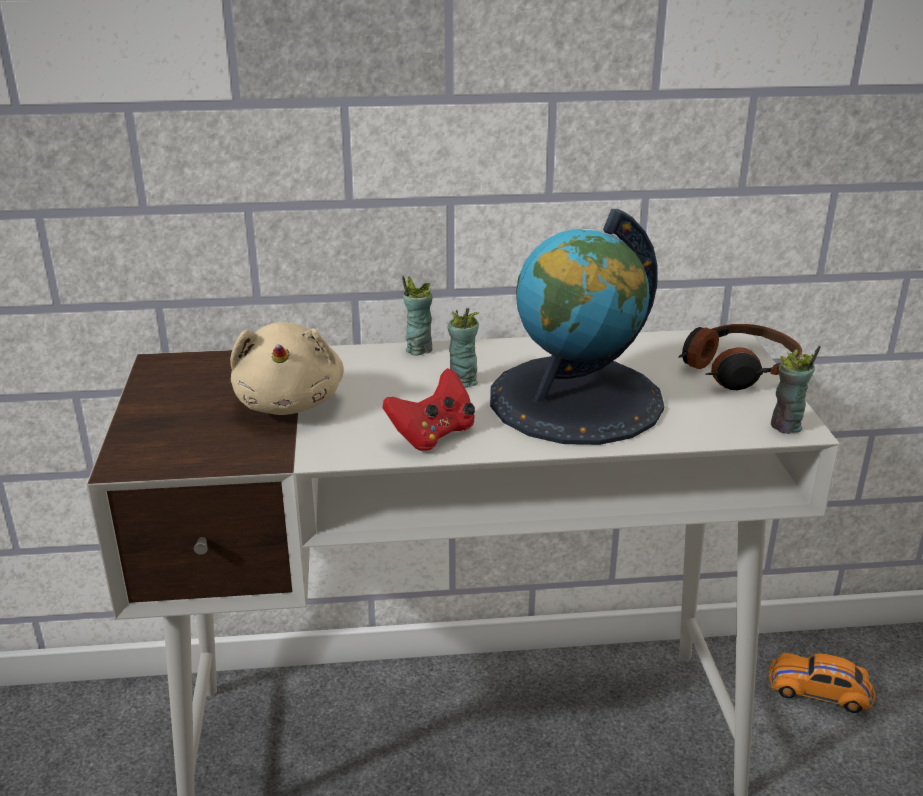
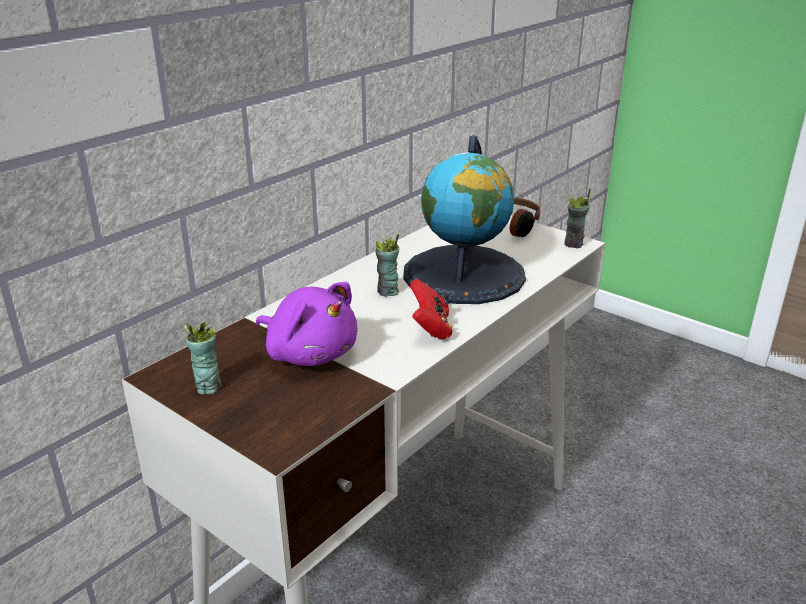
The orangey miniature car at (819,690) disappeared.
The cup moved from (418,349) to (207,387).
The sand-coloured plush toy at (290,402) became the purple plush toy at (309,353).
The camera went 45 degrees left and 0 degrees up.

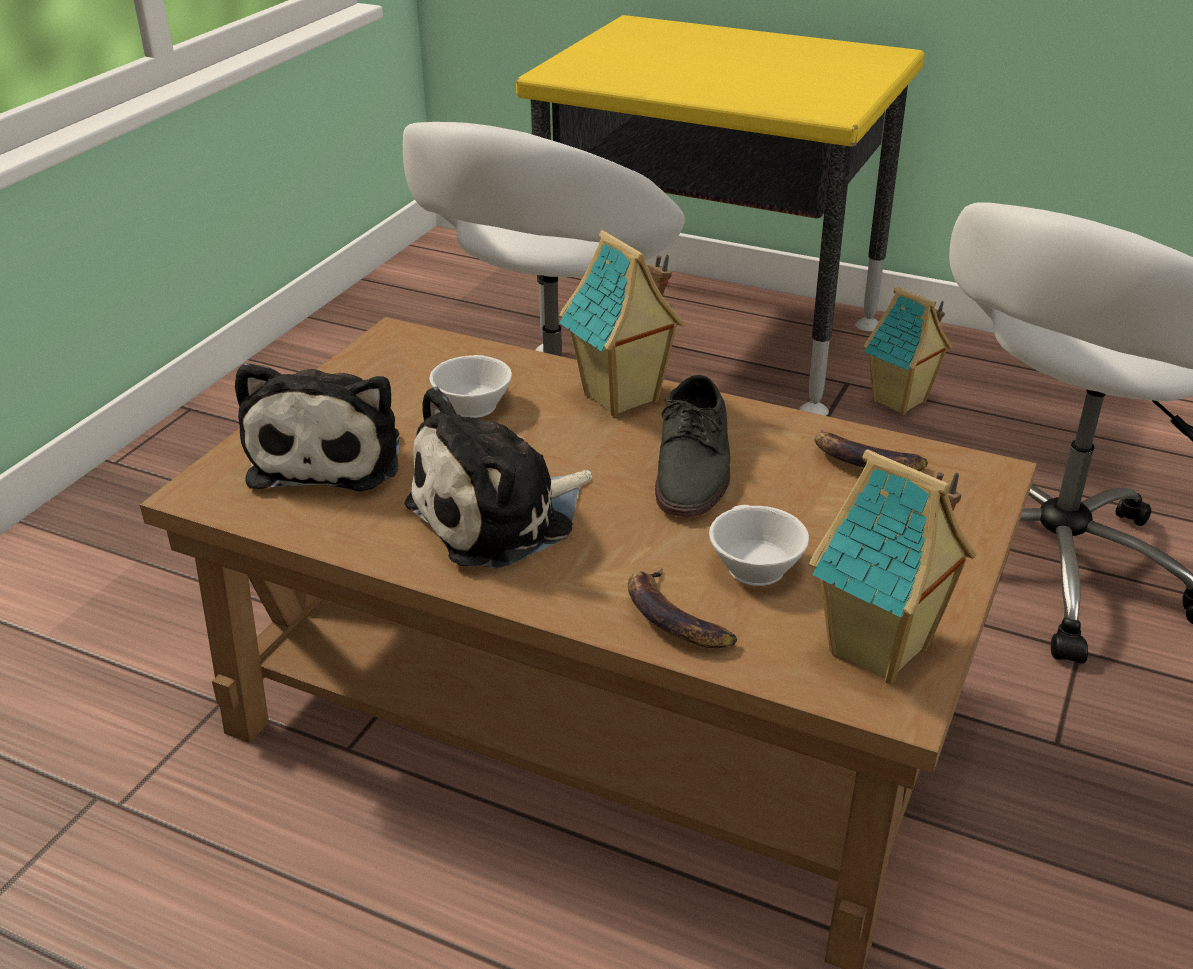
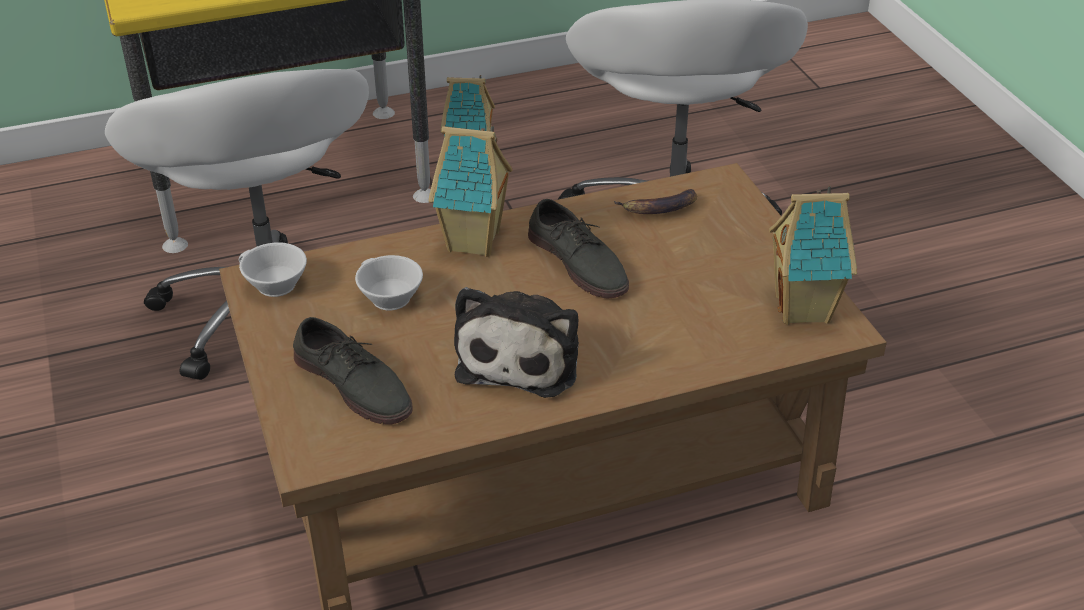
The whole banana at (673,618) disappeared.
The whitish cup moved from (751,566) to (273,285).
The plush toy at (330,455) was replaced by the greyish shoe at (354,383).
The camera went 45 degrees left and 5 degrees up.

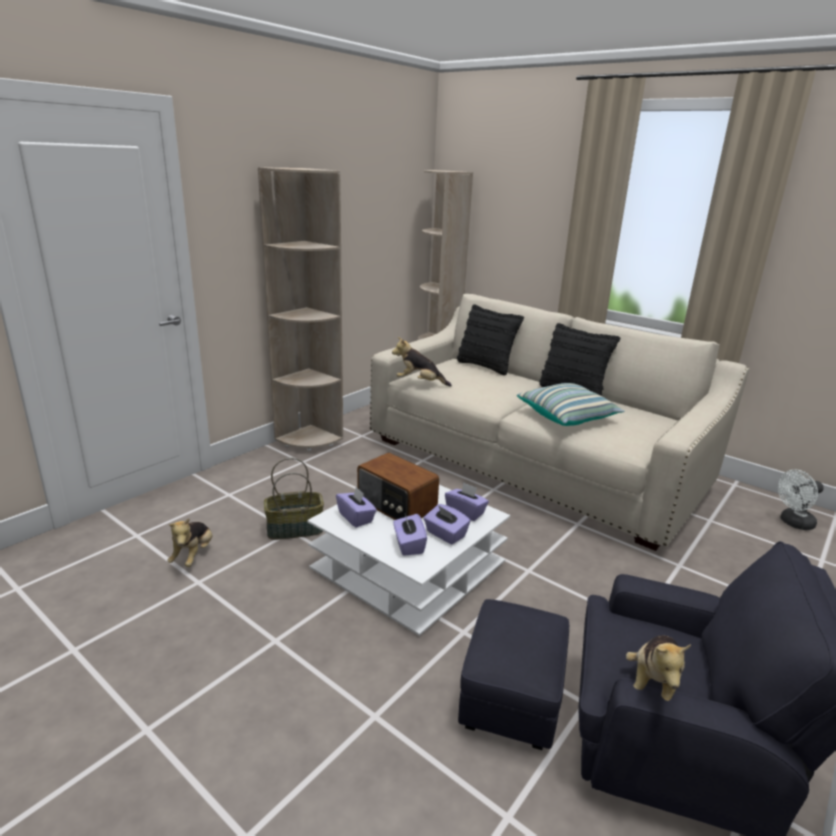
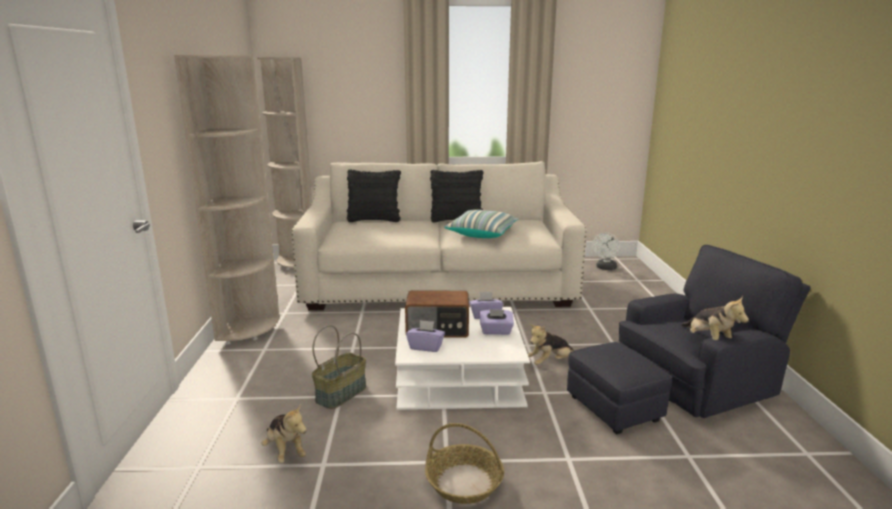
The purple tissue box at (408,545) disappeared.
The storage basket at (463,482) appeared.
The plush toy moved from (419,383) to (550,362).
The camera went 40 degrees left and 5 degrees down.

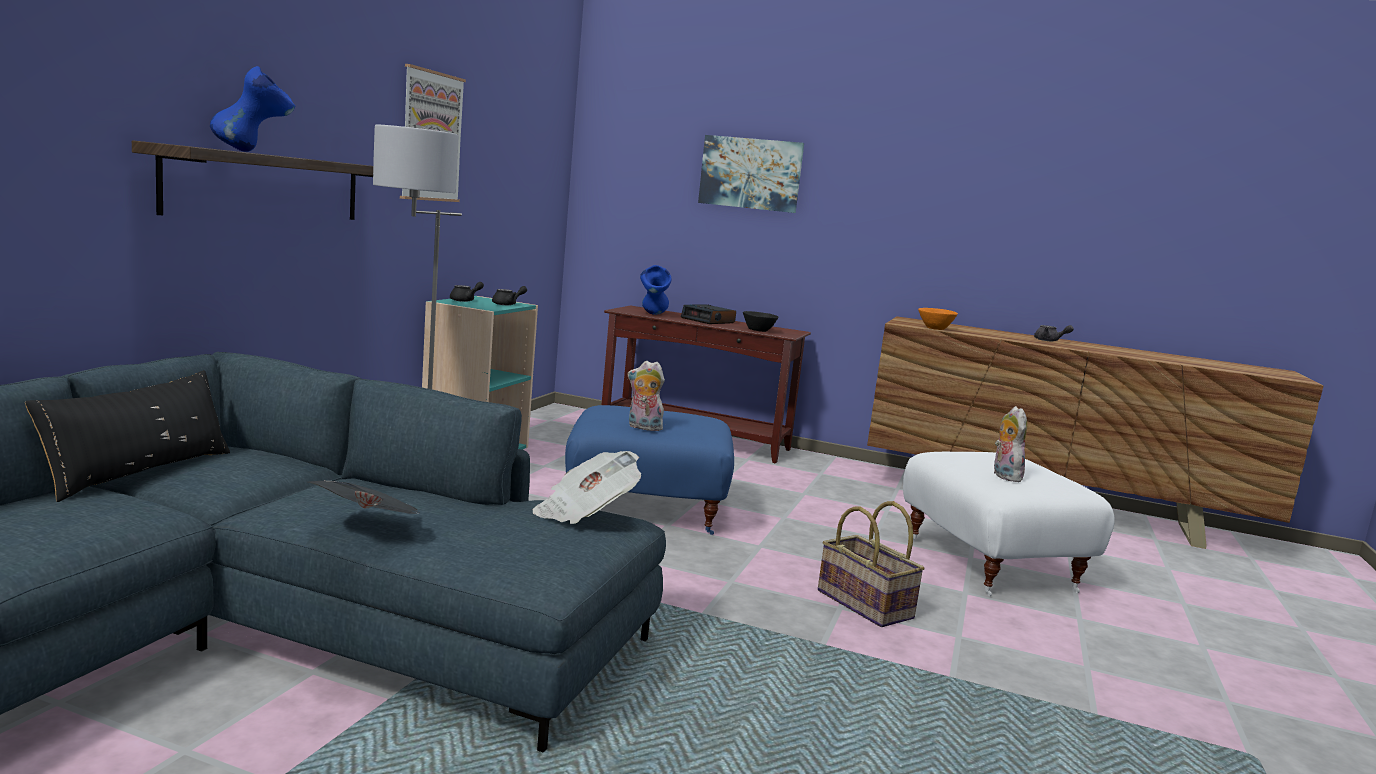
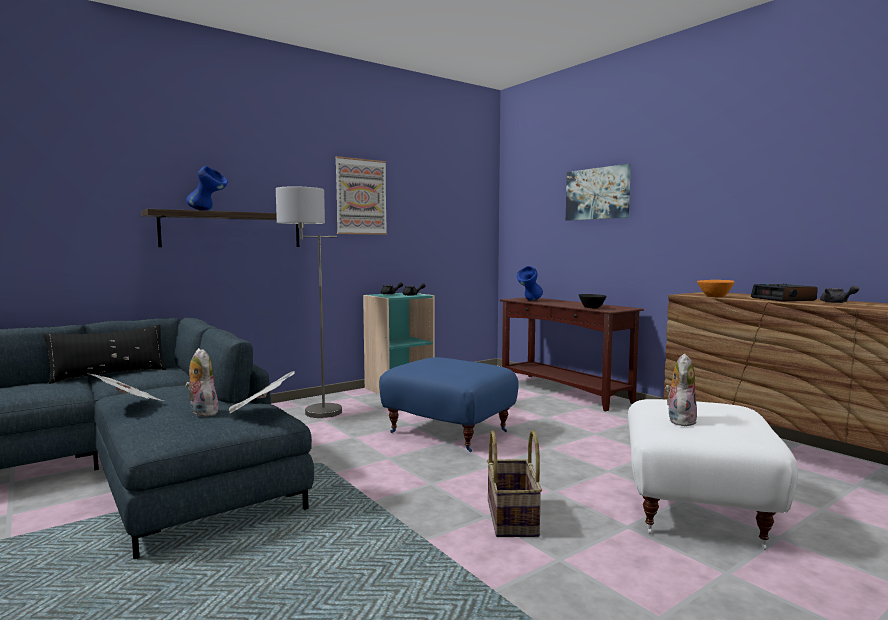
The plush toy moved from (643,428) to (201,412).
The bedside clock moved from (708,320) to (783,299).
The camera went 35 degrees right and 5 degrees down.

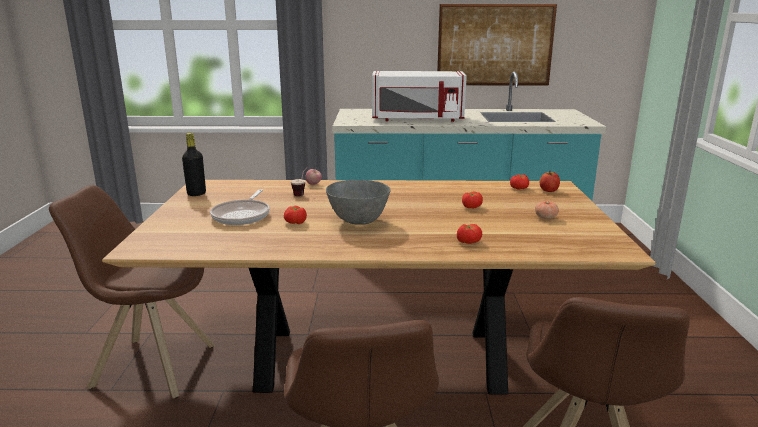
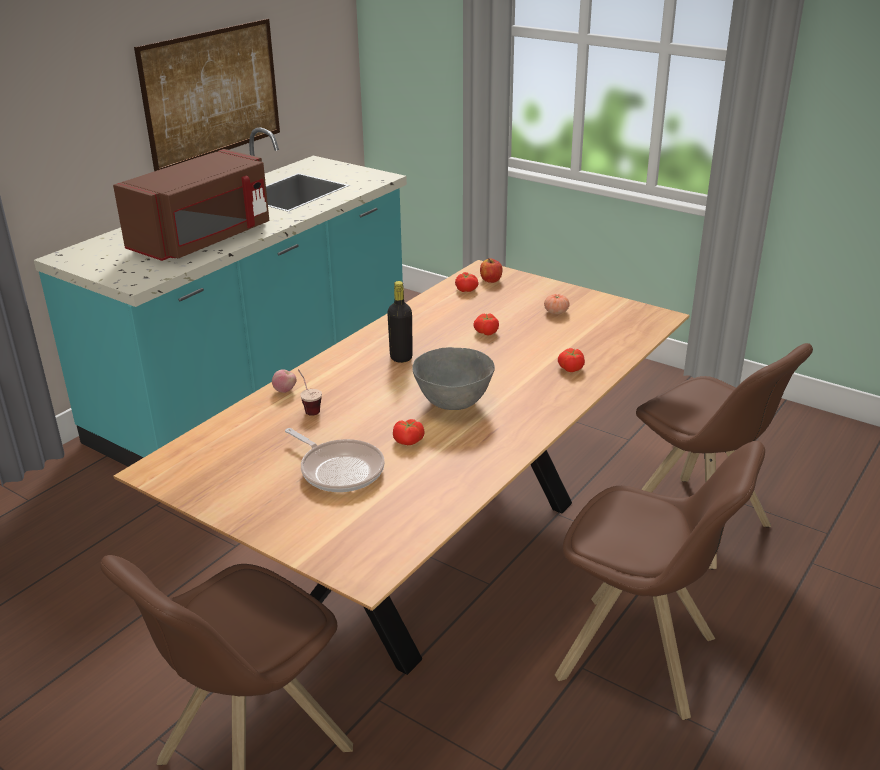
The black-coloured bottle moved from (196,194) to (401,357).
The whitish microwave oven at (417,119) became the brown-coloured microwave oven at (204,239).
The camera went 55 degrees left and 10 degrees up.

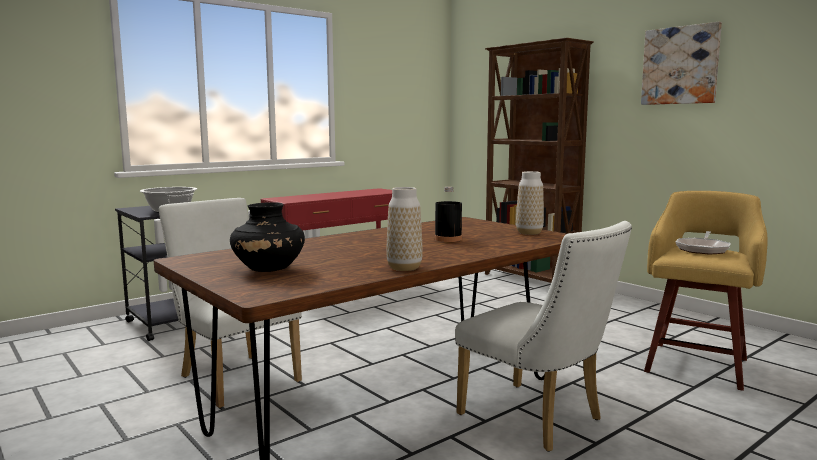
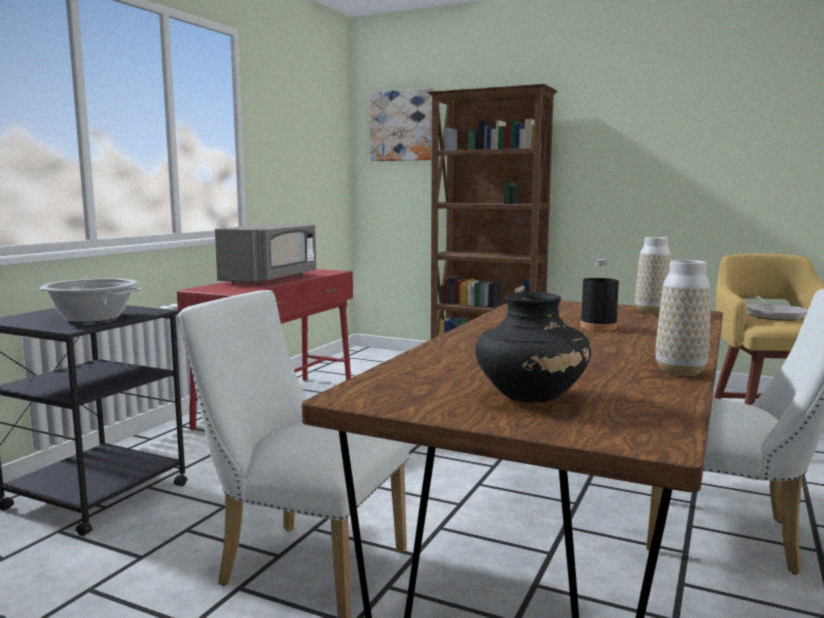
The greyish microwave oven at (271,279) appeared.
The wall art moved from (680,65) to (402,126).
The camera went 25 degrees left and 0 degrees up.

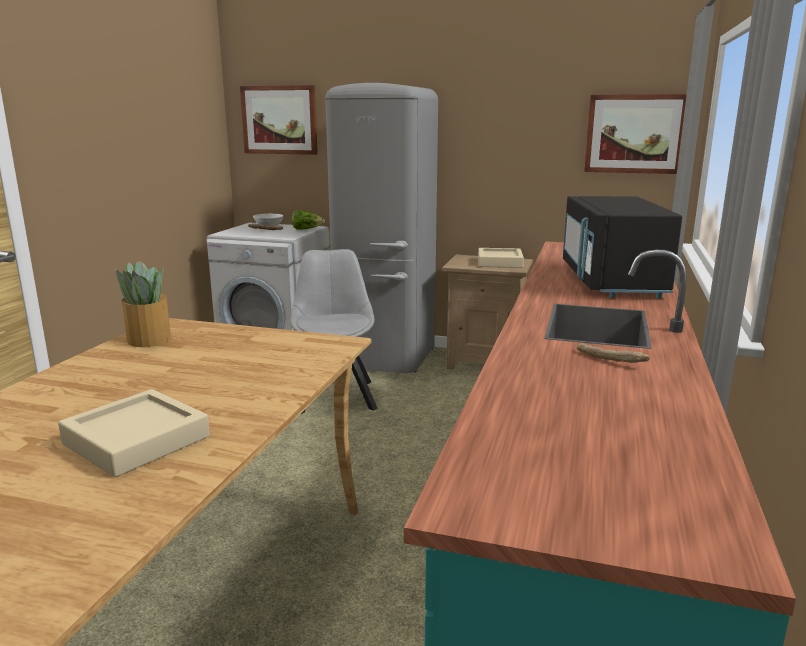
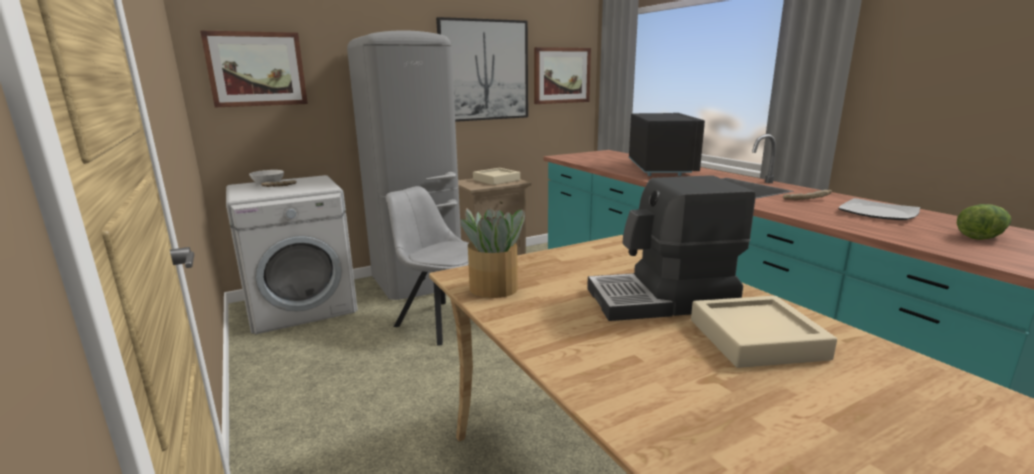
The wall art at (484,70) appeared.
The coffee maker at (662,300) appeared.
The plate at (878,213) appeared.
The head of lettuce moved from (307,229) to (980,235).
The black-coloured microwave oven at (611,281) turned 135 degrees counterclockwise.
The camera went 45 degrees left and 0 degrees up.

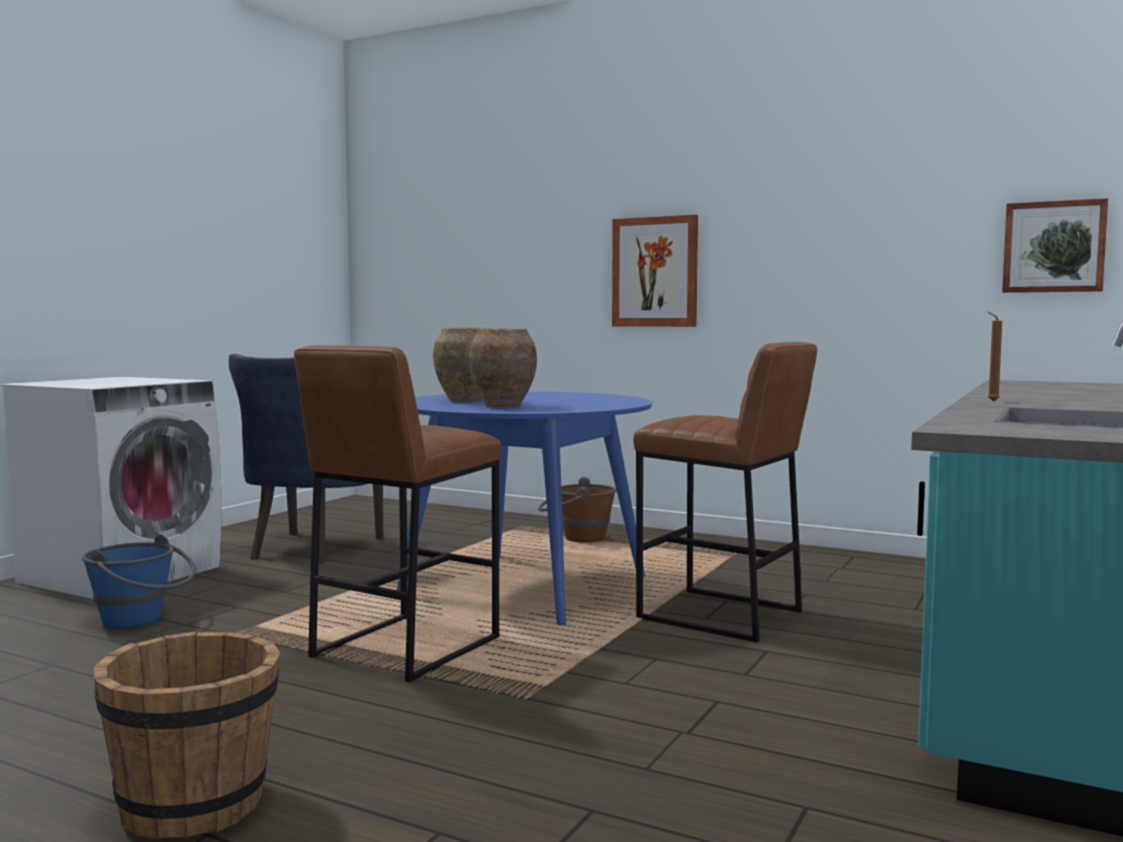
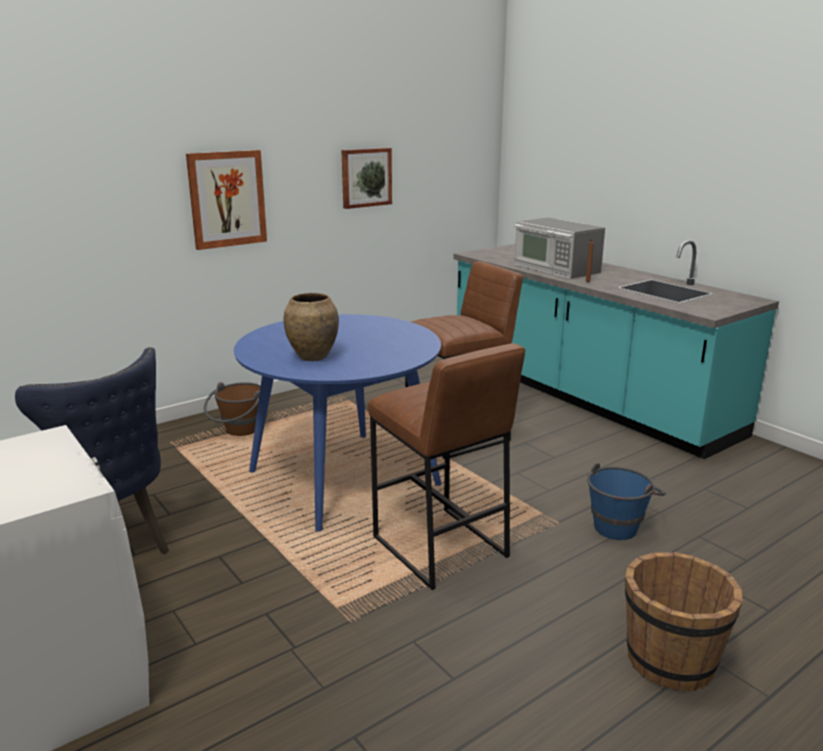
The brown-coloured decorative vase at (502,406) disappeared.
The microwave oven at (555,269) appeared.
The bluish water bucket moved from (142,621) to (620,524).
The wall art moved from (1054,247) to (366,177).
The camera went 65 degrees left and 15 degrees up.

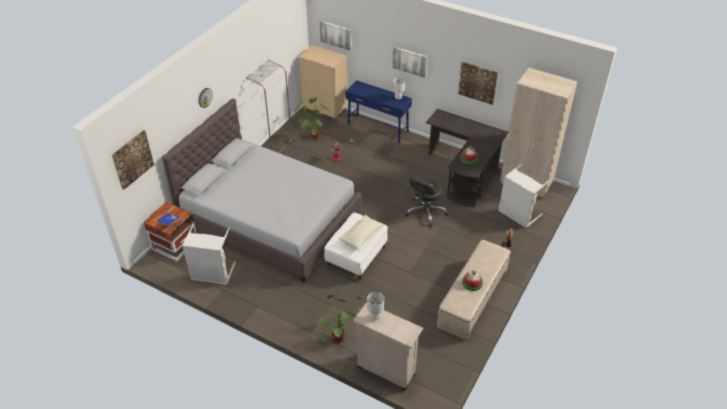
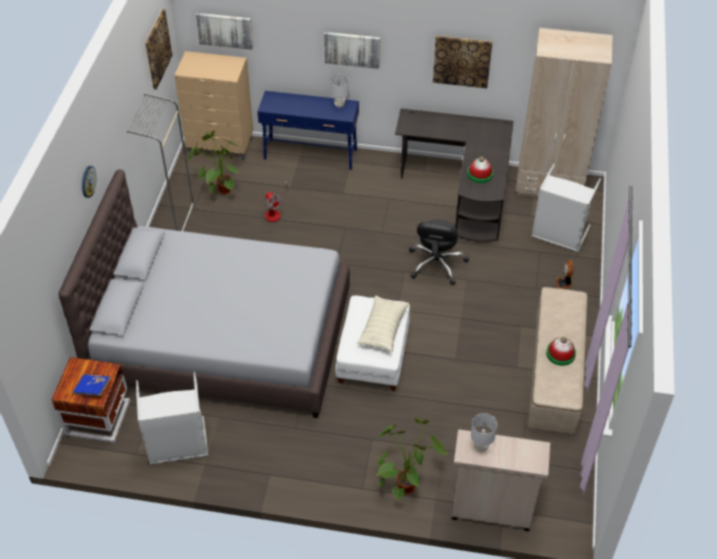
The wall art moved from (132,159) to (157,49).
The camera went 20 degrees left and 5 degrees up.

